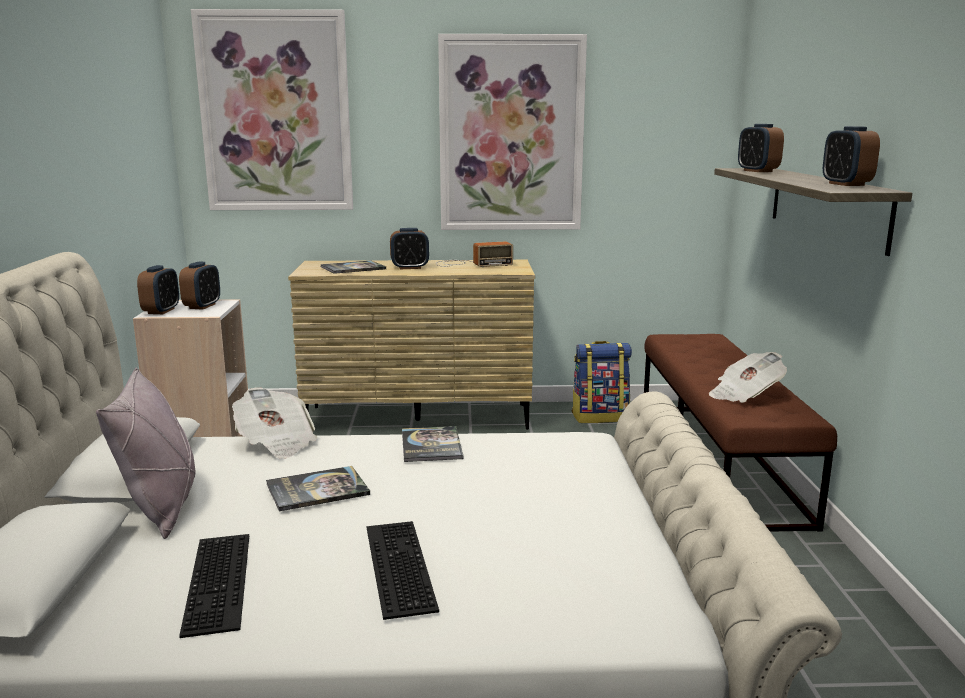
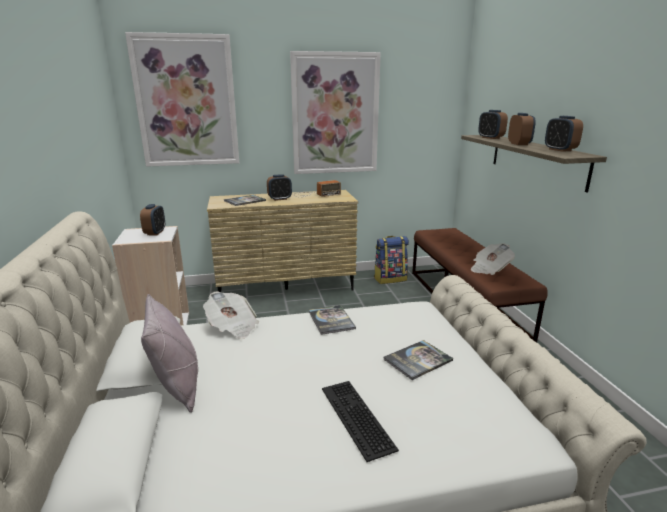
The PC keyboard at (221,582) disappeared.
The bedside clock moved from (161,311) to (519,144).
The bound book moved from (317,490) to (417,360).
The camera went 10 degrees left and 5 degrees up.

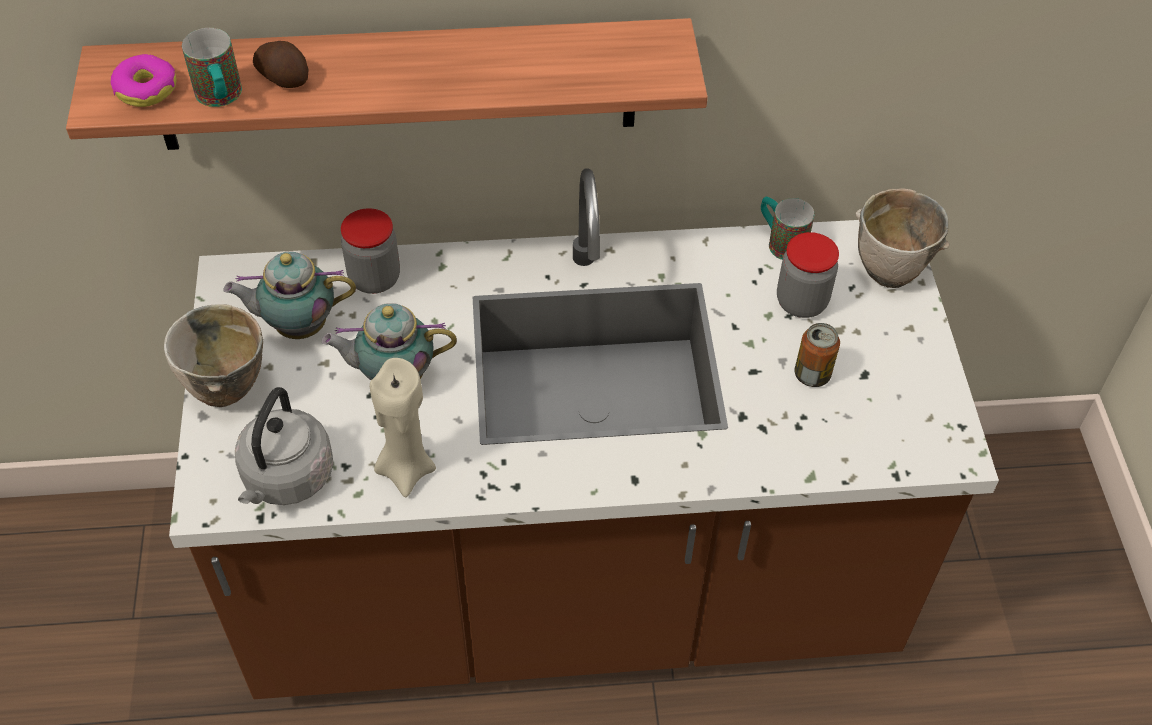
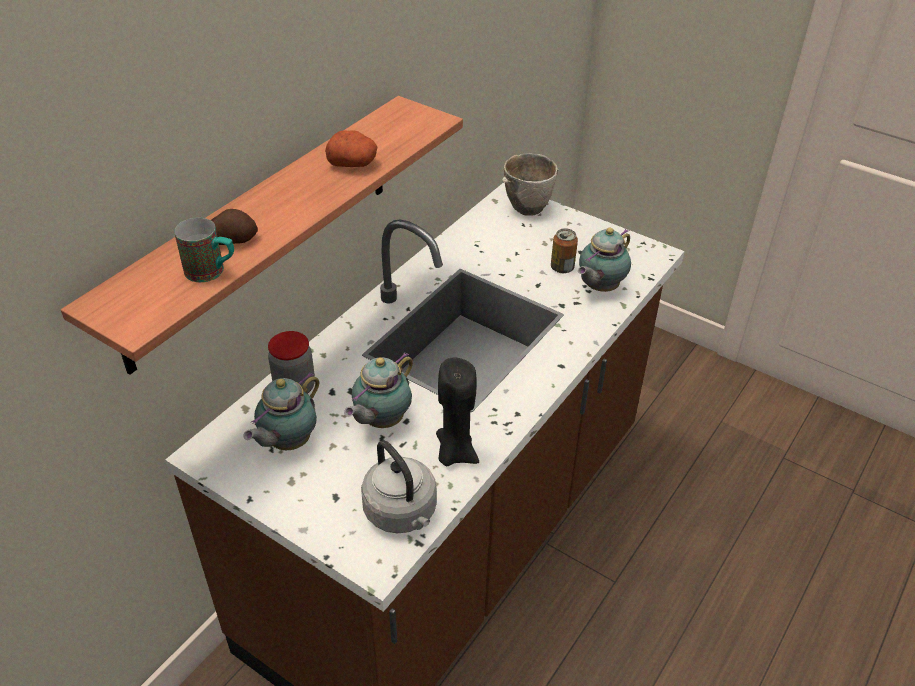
The doughnut at (146,89) disappeared.
The serving bowl at (226,393) disappeared.
The tea mug at (780,242) disappeared.
The storage jar at (801,302) disappeared.
The spud at (353,163) appeared.
The tea pot at (599,288) appeared.
The sand-coloured candle at (406,468) became the black-coloured candle at (455,453).
The camera went 50 degrees left and 10 degrees down.

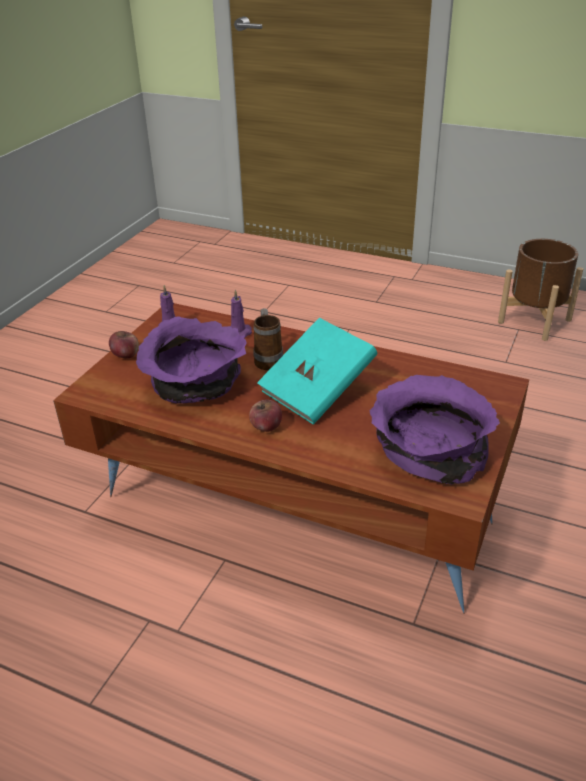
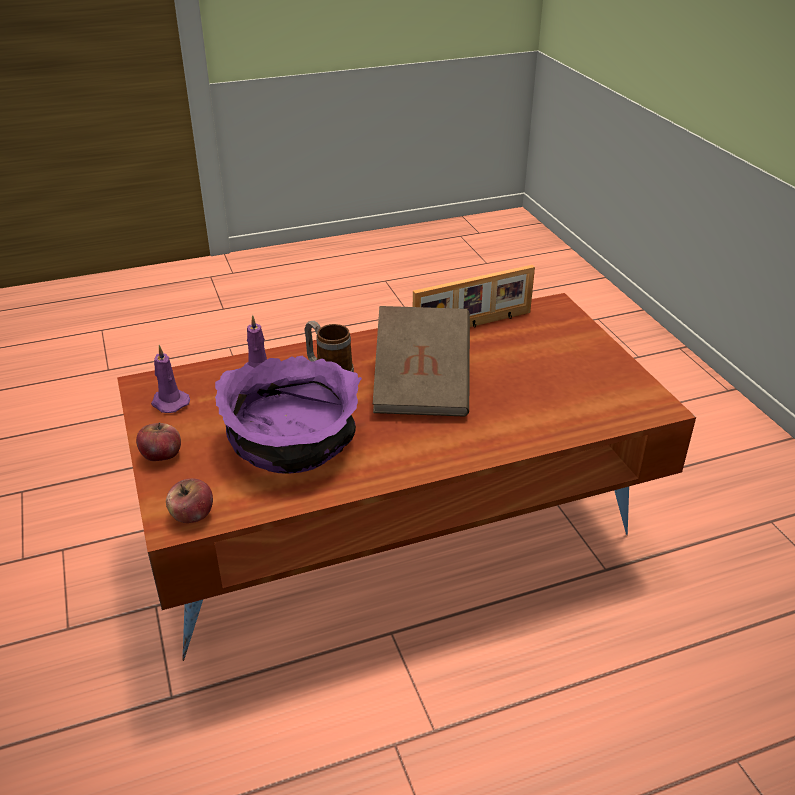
The purple serving bowl at (428,449) disappeared.
The brown-coloured flower pot at (534,321) disappeared.
The picture frame at (473,326) appeared.
The whole apple moved from (266,427) to (192,516).
The turquoise-coloured bound book at (317,391) became the brown-coloured bound book at (422,386).
The camera went 45 degrees left and 0 degrees up.

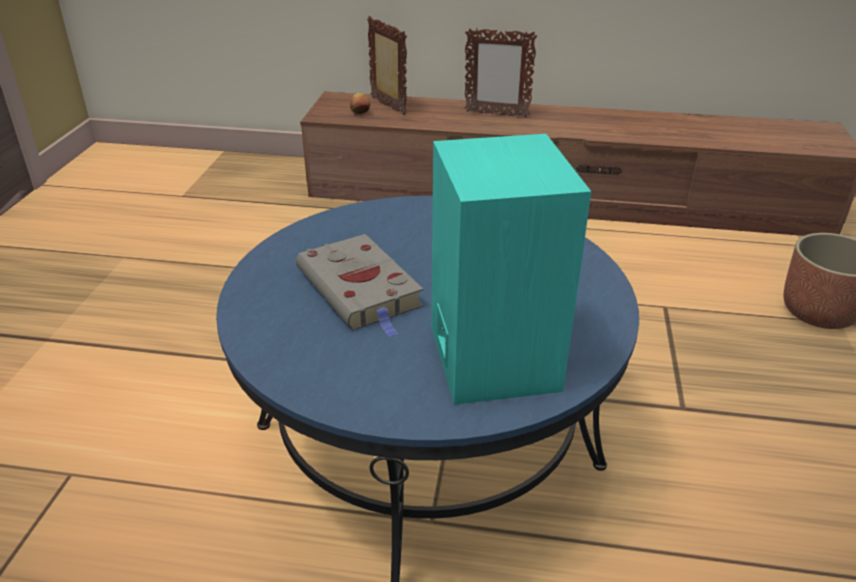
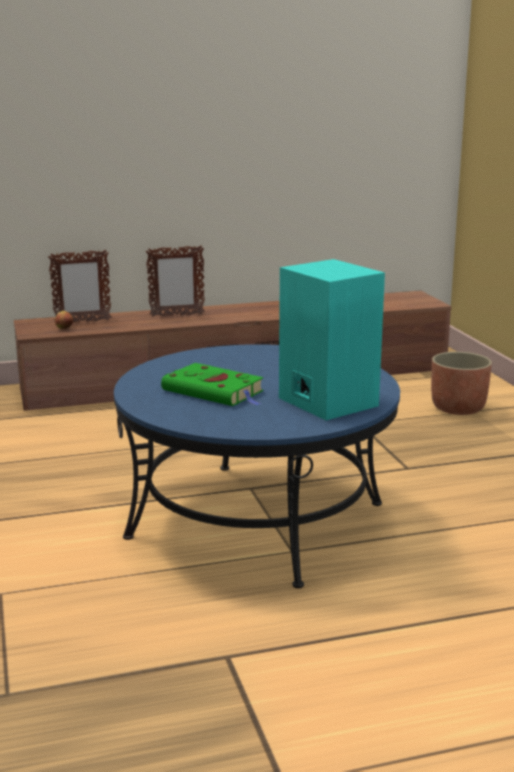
The greyish bound book at (361,290) became the greenish bound book at (215,391).
The picture frame at (388,106) turned 135 degrees clockwise.
The camera went 25 degrees left and 15 degrees down.

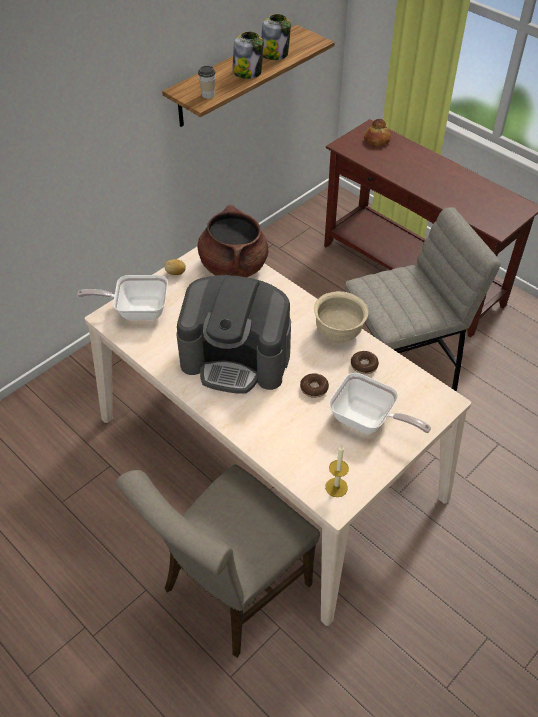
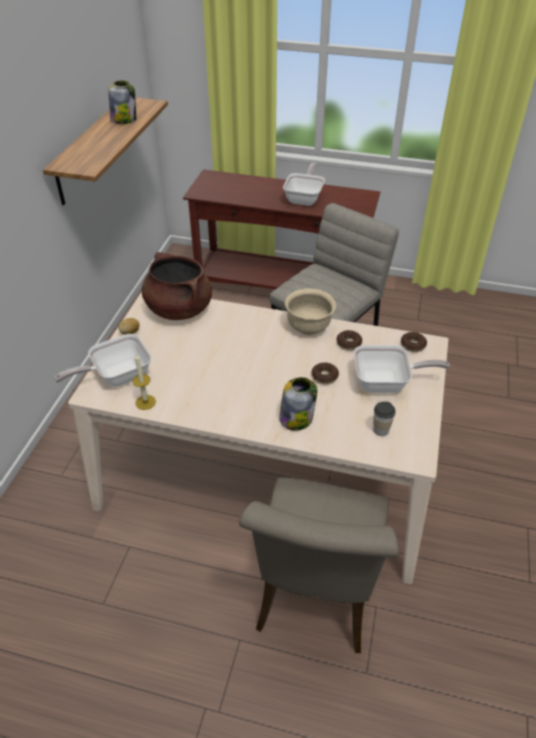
The coffee maker at (237,358) disappeared.
The bread at (376,140) disappeared.
The pan at (305,198) appeared.
The doughnut at (413,345) appeared.
The cup moved from (208,95) to (381,430).
The storage jar moved from (248,72) to (296,418).
The candle moved from (336,487) to (145,402).
The camera went 30 degrees left and 5 degrees down.

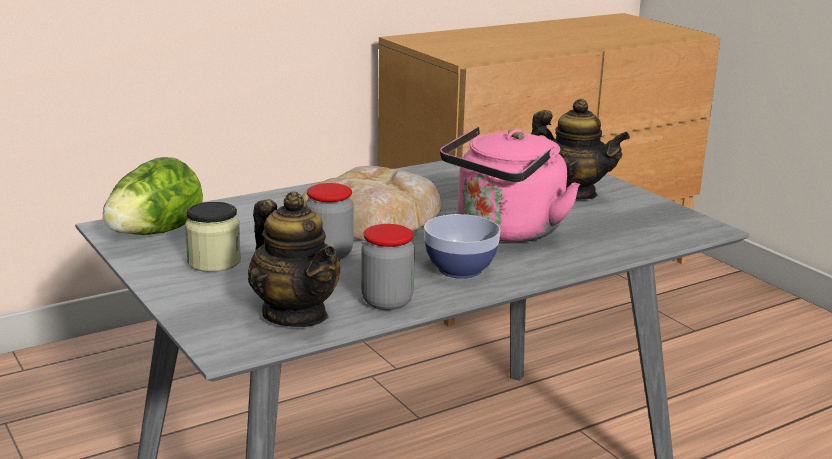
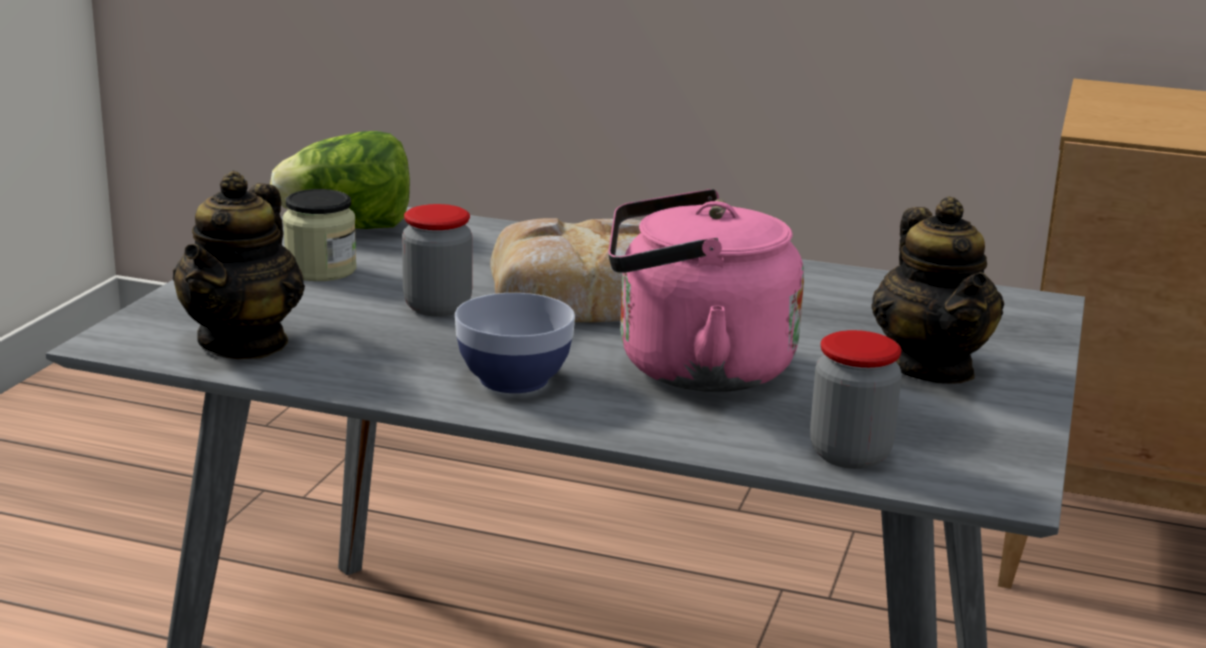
The storage jar moved from (387,301) to (850,455).
The camera went 50 degrees right and 0 degrees up.

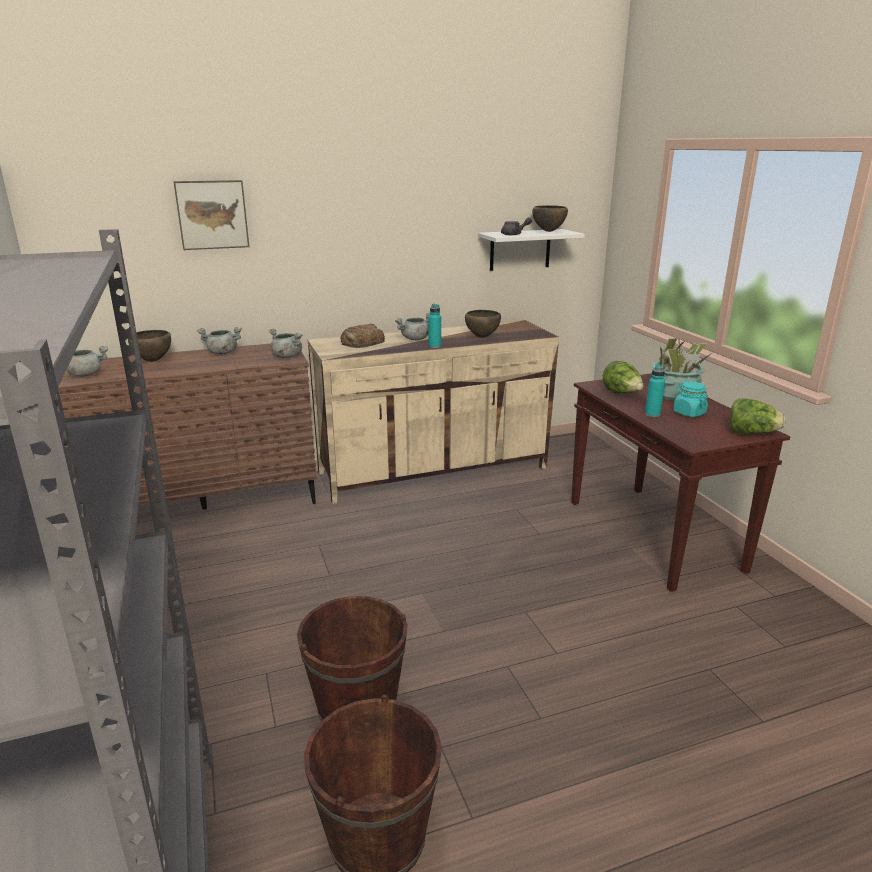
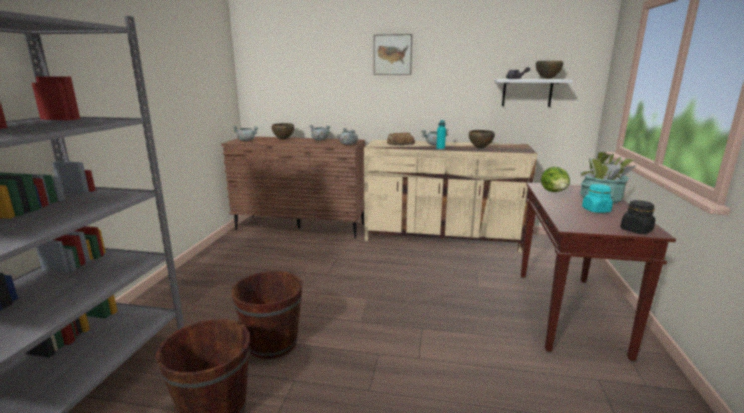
The turquoise-coloured bottle at (652,414) disappeared.
The wall art moved from (212,214) to (393,54).
The head of lettuce at (751,433) was replaced by the black-coloured storage jar at (636,230).
The camera went 30 degrees right and 5 degrees down.

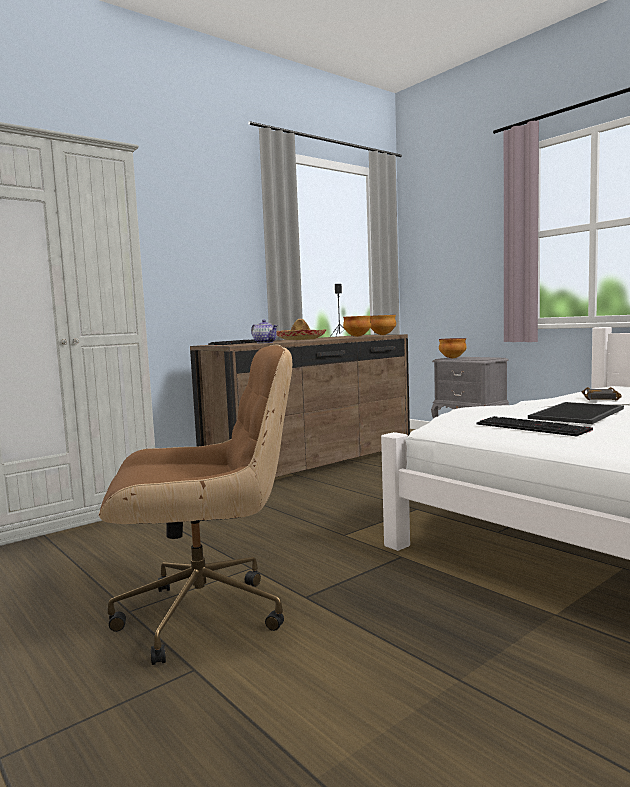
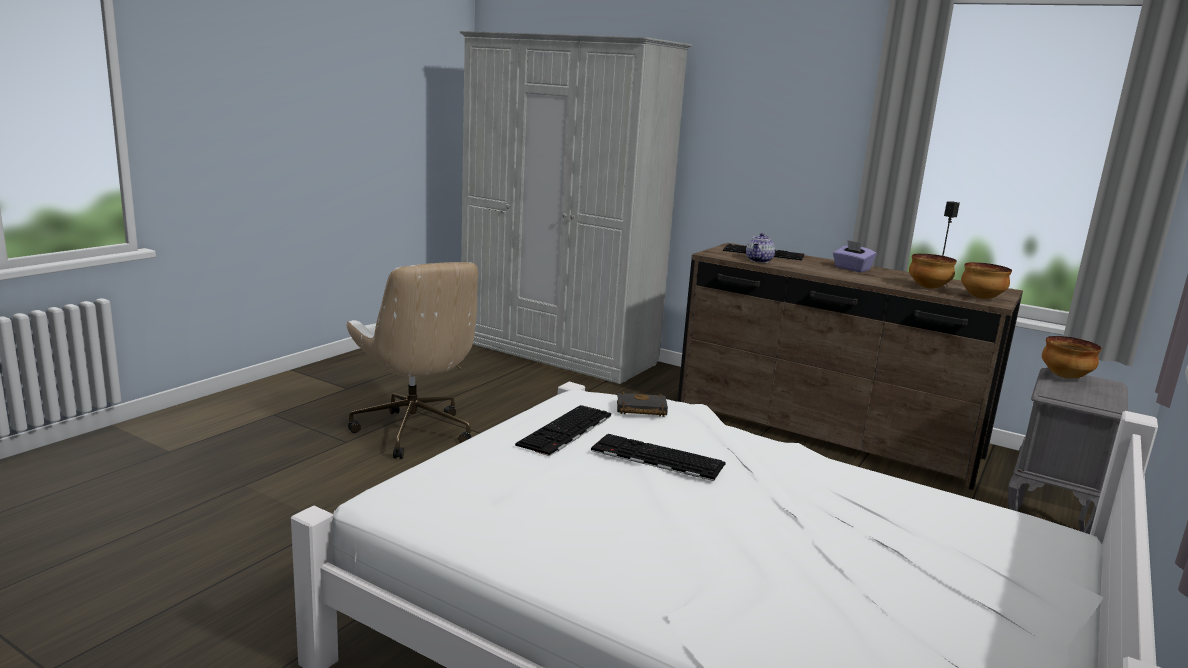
The black-coloured bound book moved from (602,398) to (640,410).
The hat at (300,339) was replaced by the purple tissue box at (851,269).
The serving tray at (578,414) was replaced by the PC keyboard at (655,458).
The brown-coloured computer chair at (207,615) became the whitish computer chair at (413,435).
The camera went 70 degrees right and 10 degrees up.

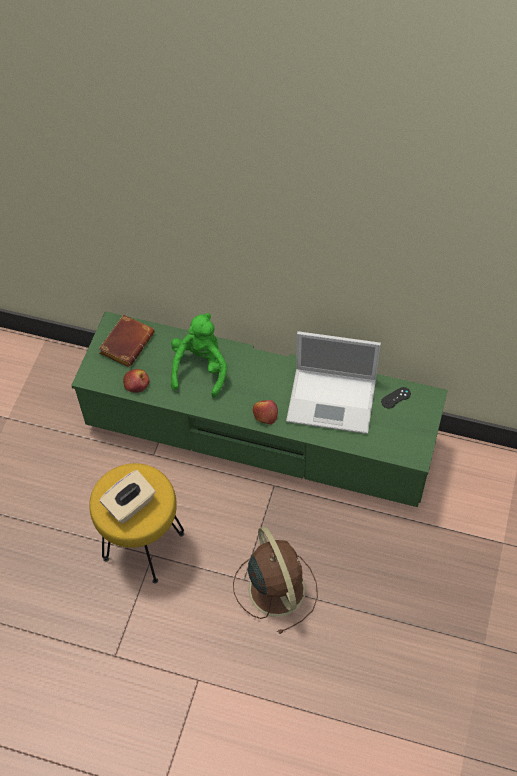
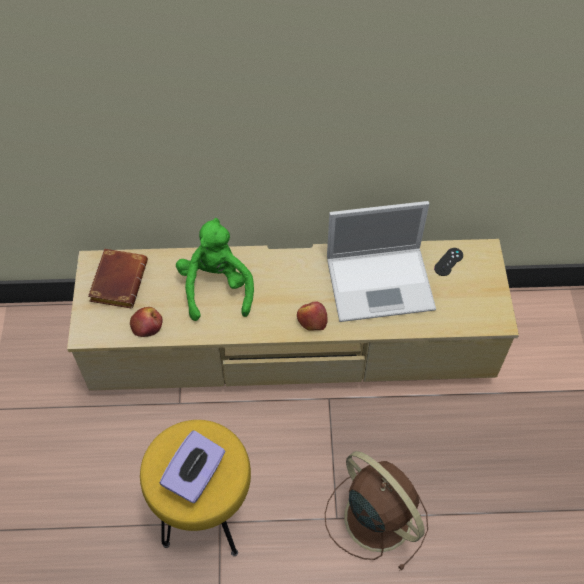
The greenish tv unit at (261,434) became the sand-coloured tv unit at (292,345).
The sand-coloured tissue box at (130,505) became the purple tissue box at (195,476).
The camera went 20 degrees left and 0 degrees up.

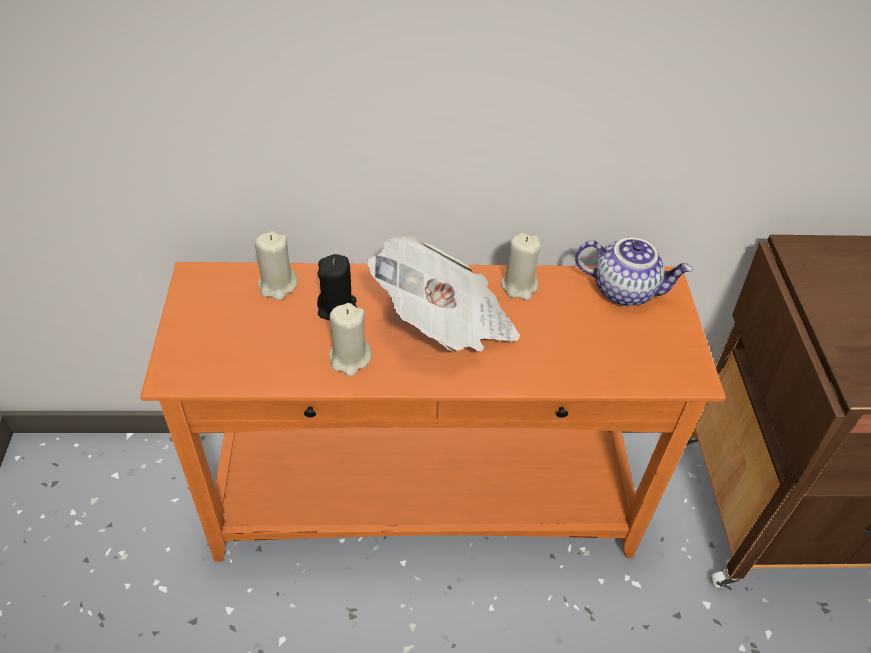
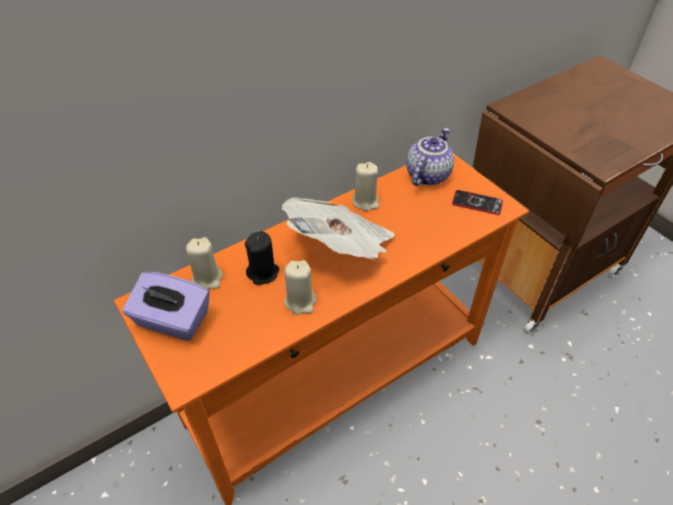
The purple tissue box at (172,321) appeared.
The telephone at (477,203) appeared.
The tea pot at (624,290) turned 45 degrees counterclockwise.
The camera went 30 degrees left and 0 degrees up.

